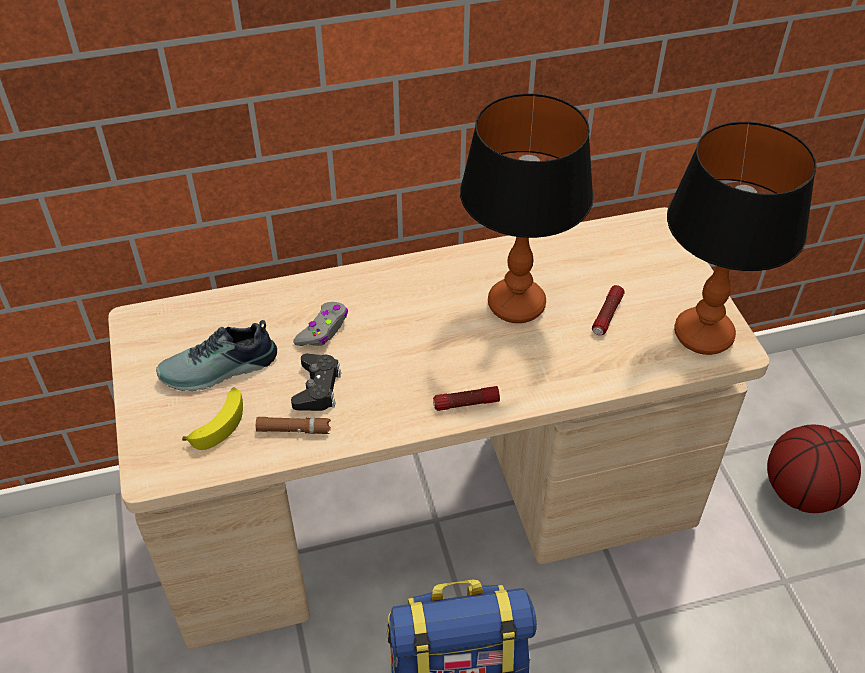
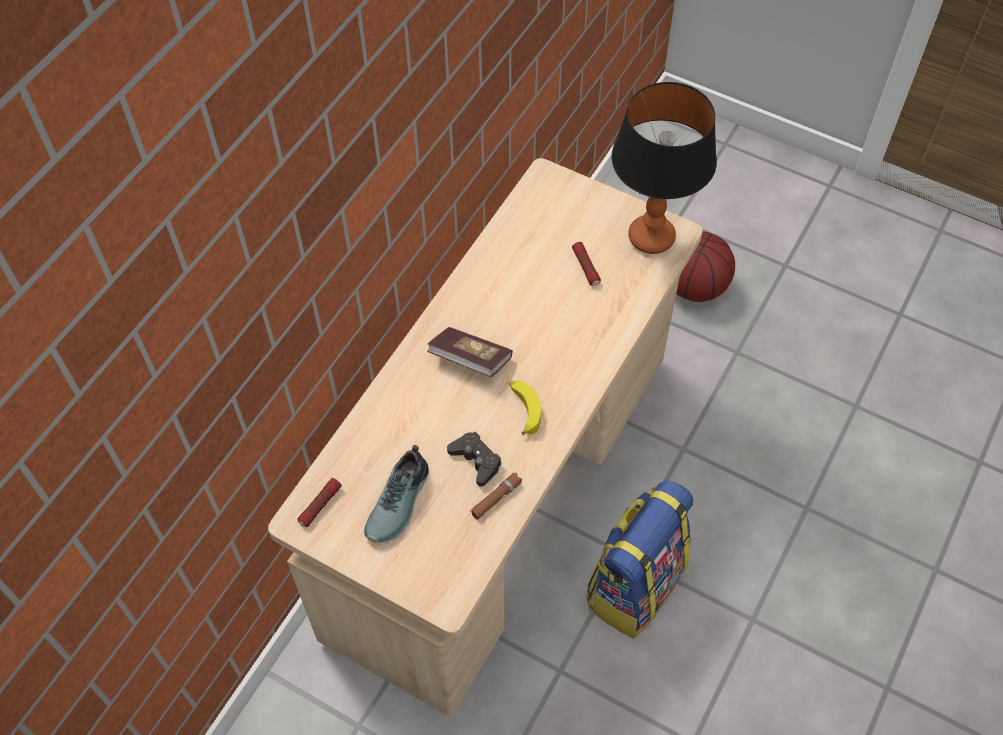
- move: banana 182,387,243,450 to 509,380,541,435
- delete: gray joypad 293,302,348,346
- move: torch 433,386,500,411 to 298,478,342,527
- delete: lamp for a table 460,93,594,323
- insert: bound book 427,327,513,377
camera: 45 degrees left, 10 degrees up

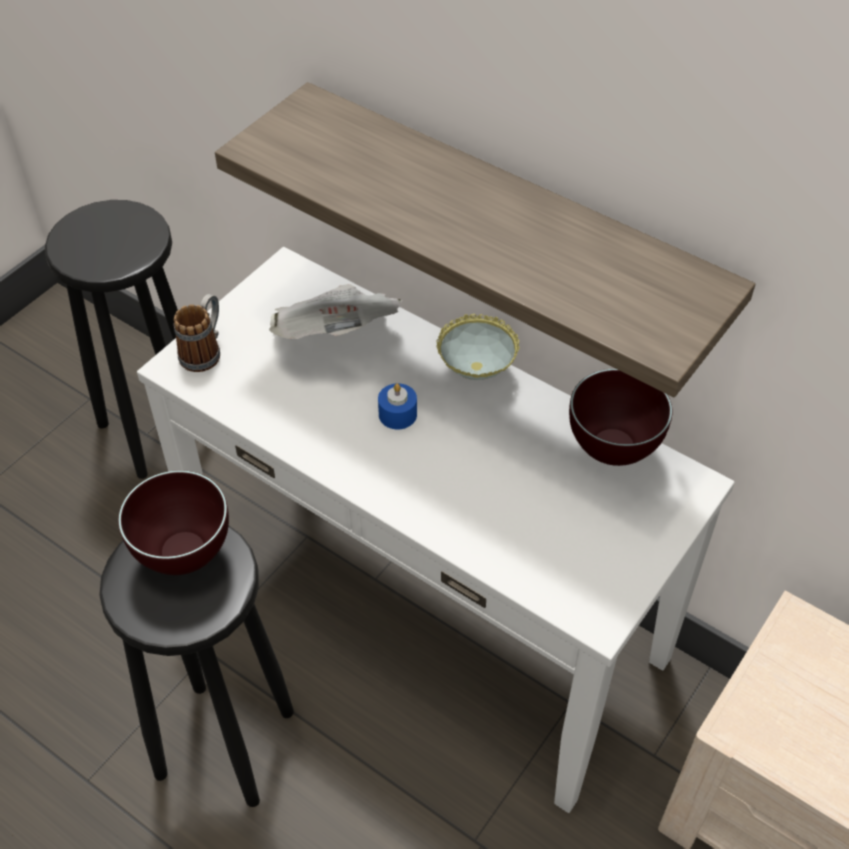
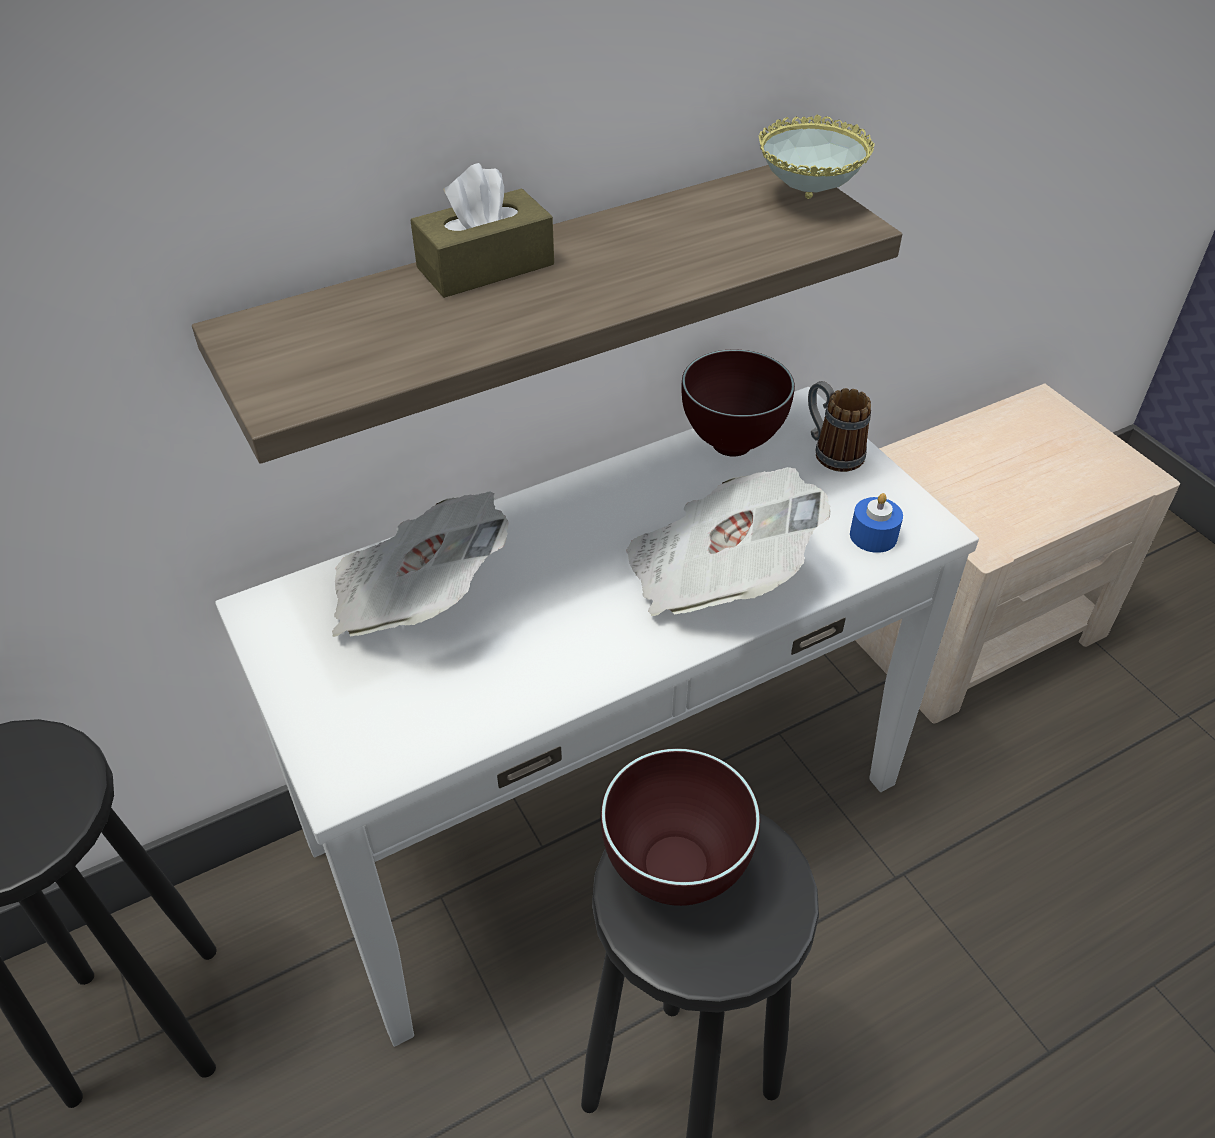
- move: tea mug 174,294,220,372 to 808,381,871,472
- move: bluish wax light 378,383,417,429 to 850,493,903,553
- move: deep dish 436,314,520,380 to 758,115,875,199
- insert: brown-coloured tissue holder 410,163,554,298
- insert: newspaper 626,467,830,616
camera: 65 degrees left, 5 degrees down

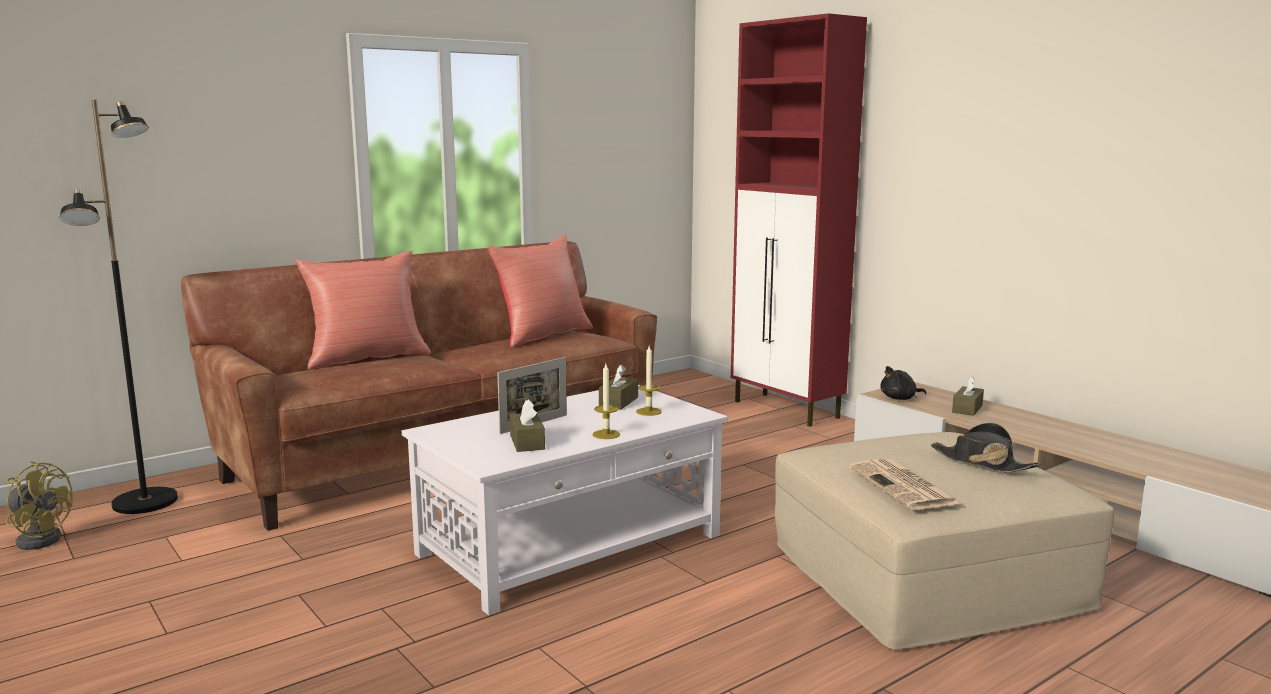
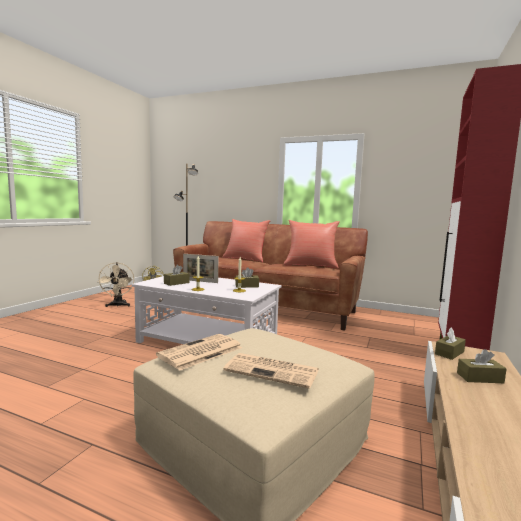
- replace: blackish cuddly toy 880,366,926,400 to brown-coloured tissue holder 435,327,466,360
- replace: blackish clothing hat 930,423,1041,473 to newspaper 223,353,319,389
- insert: beige fan 97,262,134,307
camera: 60 degrees right, 5 degrees down

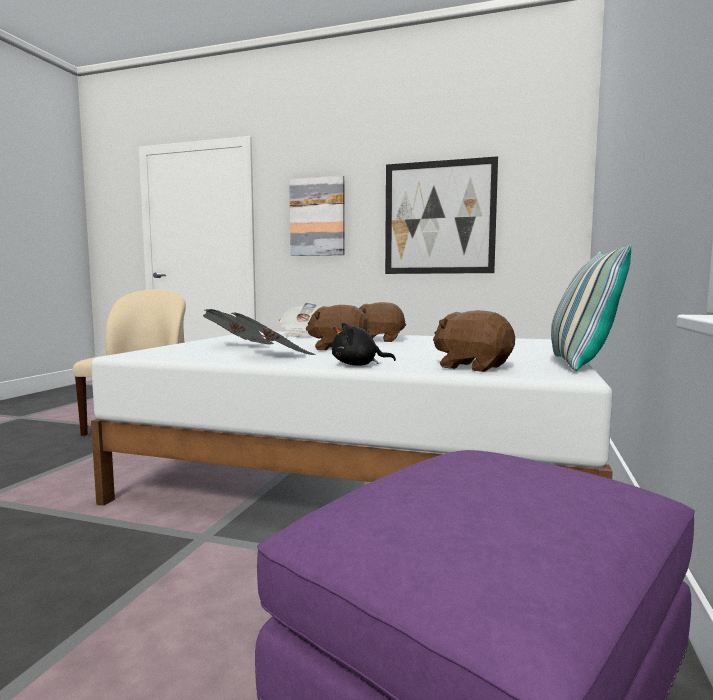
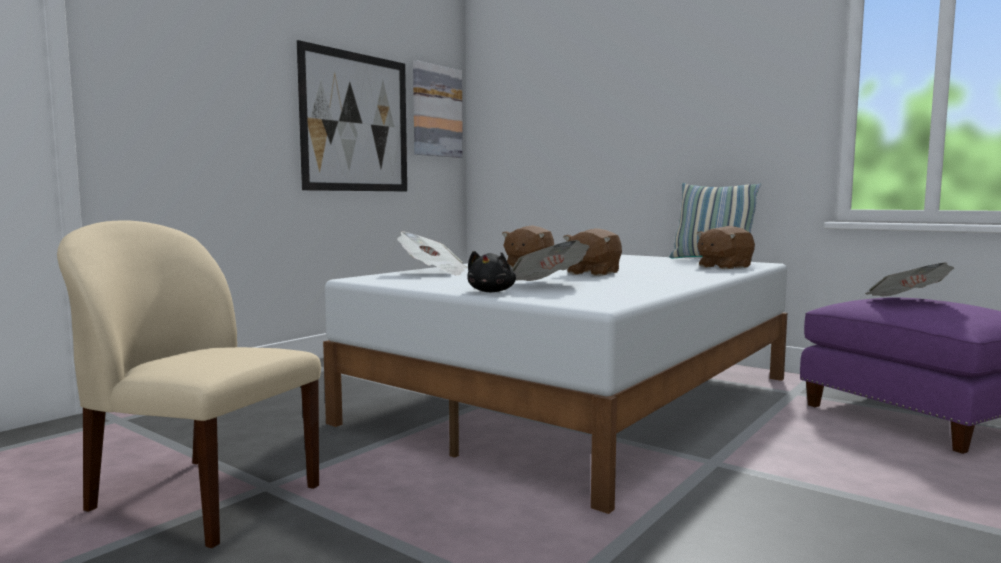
- move: newspaper 231,313,315,355 to 865,263,954,296
- move: wall art 289,175,345,256 to 413,60,463,158
- move: blackish cuddly toy 332,323,396,366 to 467,251,516,292
camera: 70 degrees left, 0 degrees up

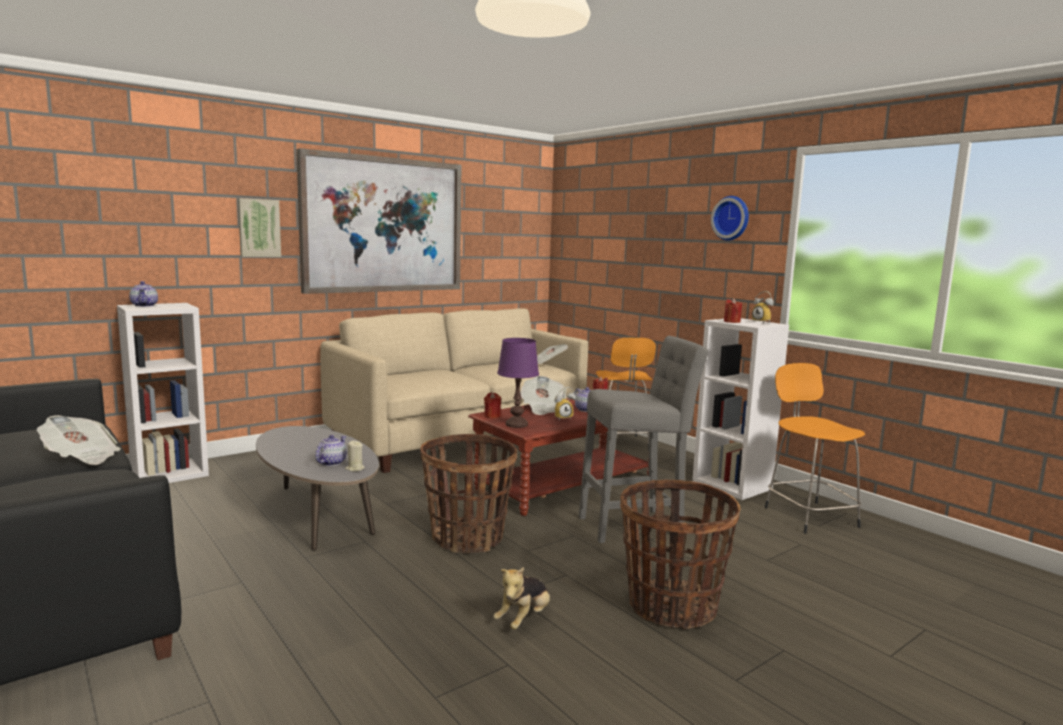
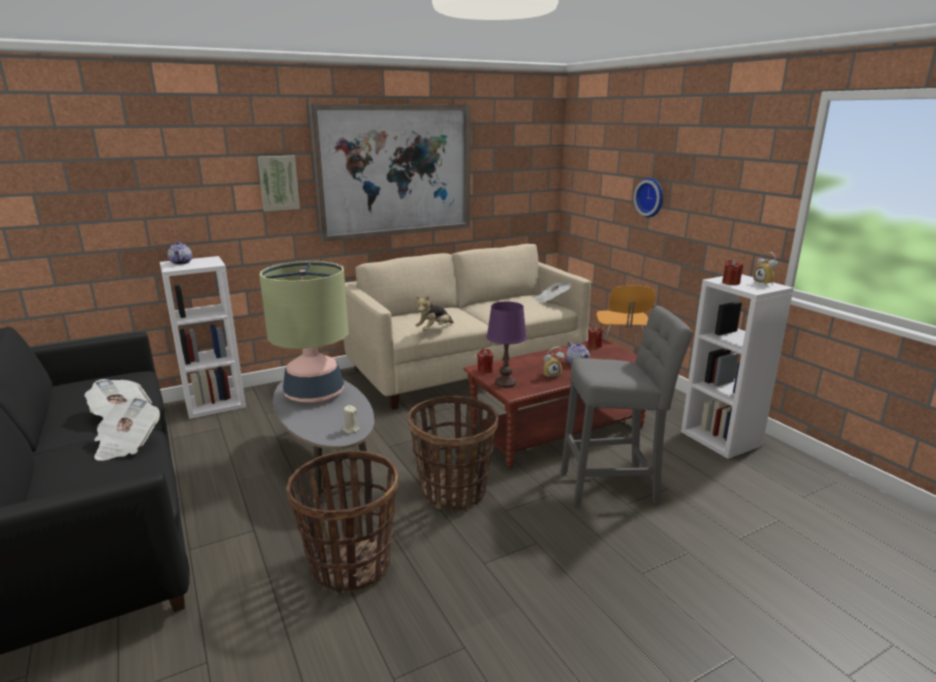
- delete: pot for tea 315,435,347,466
- move: cuddly toy 493,567,550,629 to 415,295,454,331
- move: newspaper 520,376,567,415 to 94,397,160,461
- move: storage basket 620,480,740,629 to 286,451,398,593
- move: hanging clock 711,196,749,241 to 634,178,663,218
- delete: orange stool 765,363,865,534
- insert: lamp for a table 259,261,349,403
camera: 10 degrees right, 10 degrees up

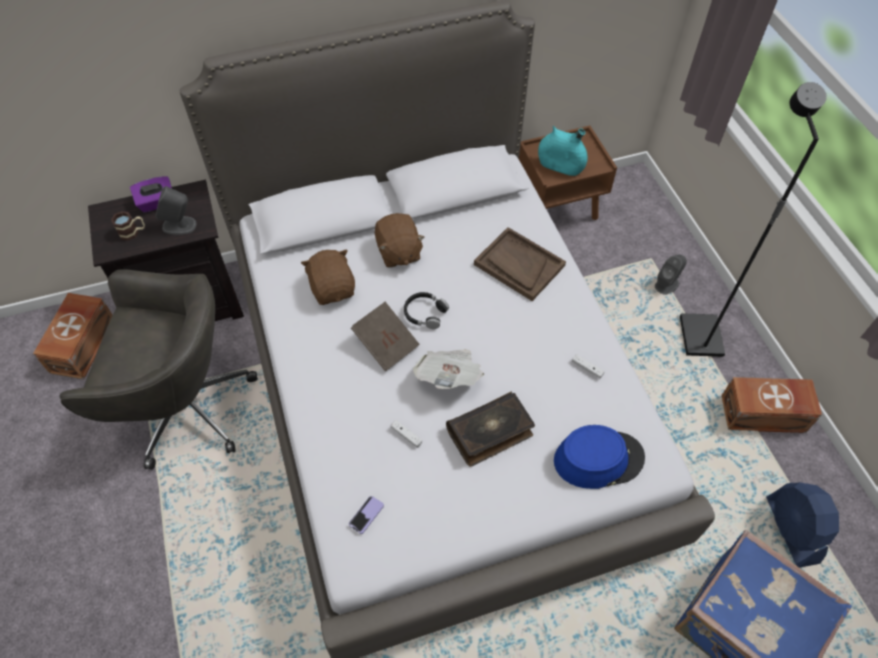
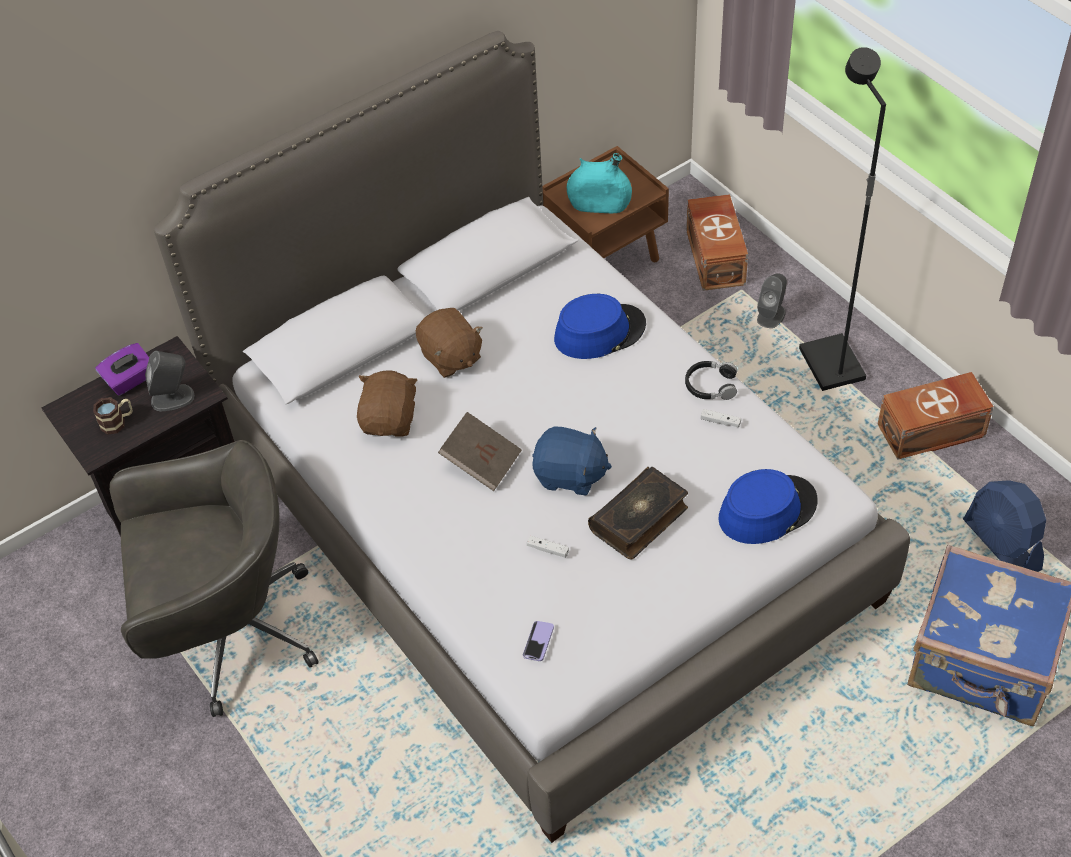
- move: brown-coloured storage container 33,293,112,379 to 686,194,748,291
- rotate: brown-coloured cuddly toy 301,249,355,305 = 357,370,417,437 45 degrees clockwise
- move: blackish headset 404,292,449,329 to 685,361,738,400
- replace: newspaper 413,349,484,389 to bluish cuddly toy 532,426,612,496
- replace: brown-coloured tray 474,227,566,301 to bluish clothing hat 554,294,646,359
camera: 15 degrees left, 5 degrees down

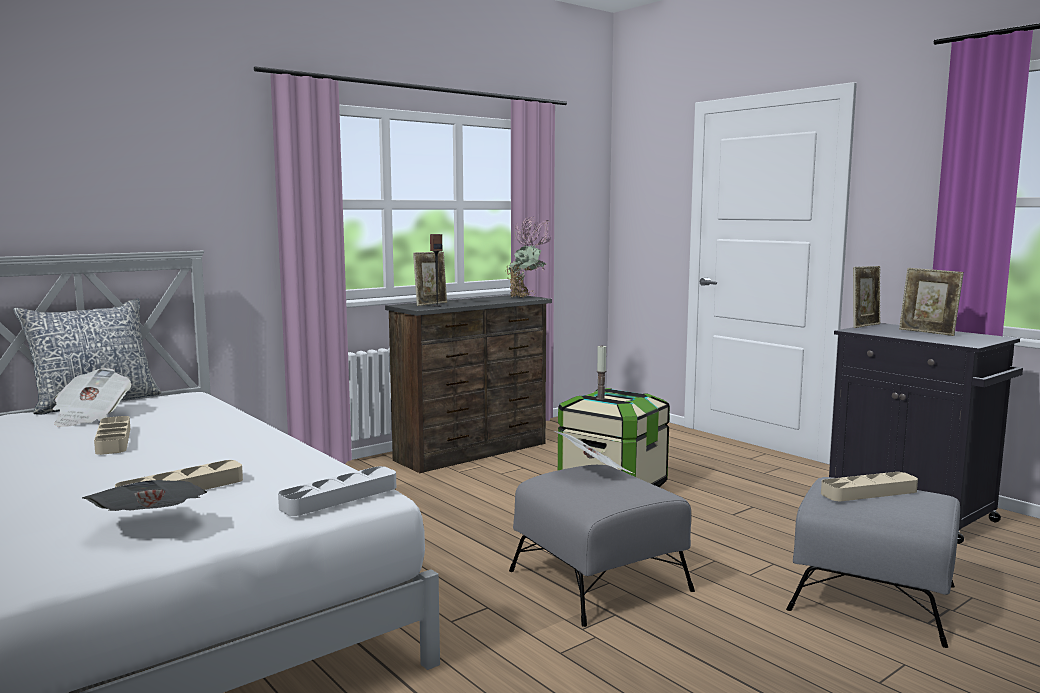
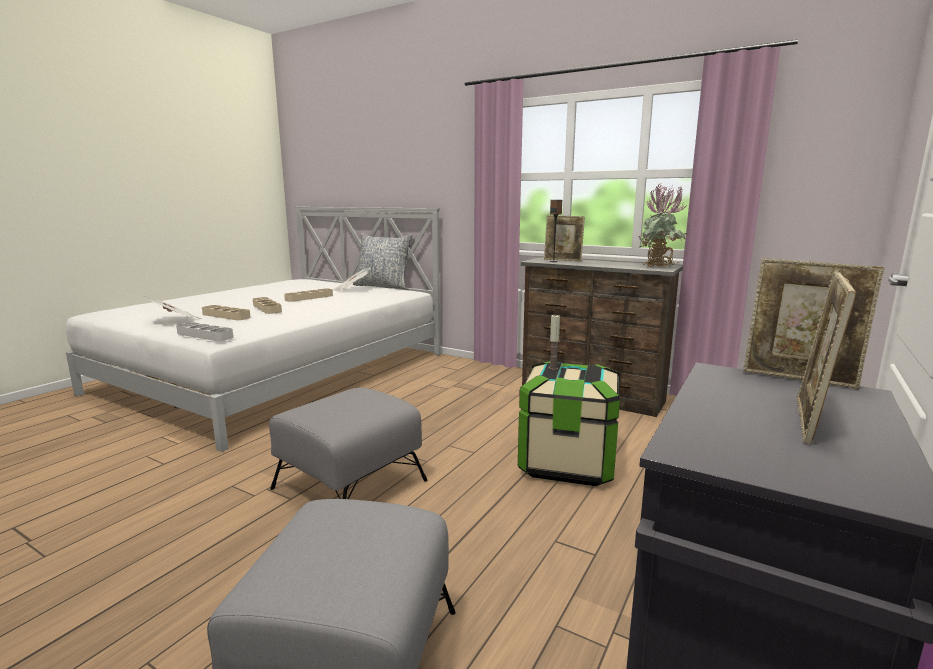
- delete: newspaper 554,431,633,473
- move: beige tray 821,472,918,501 to 253,297,282,314
camera: 70 degrees right, 5 degrees up

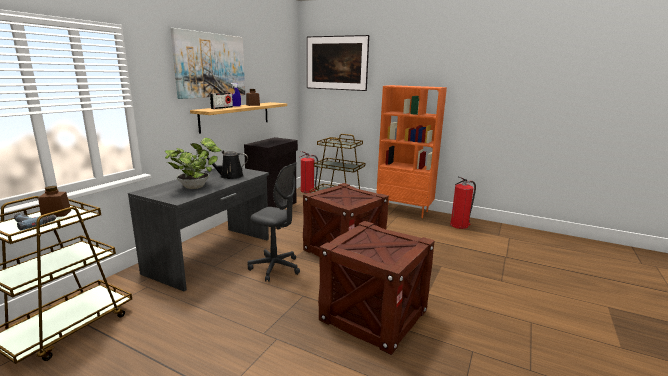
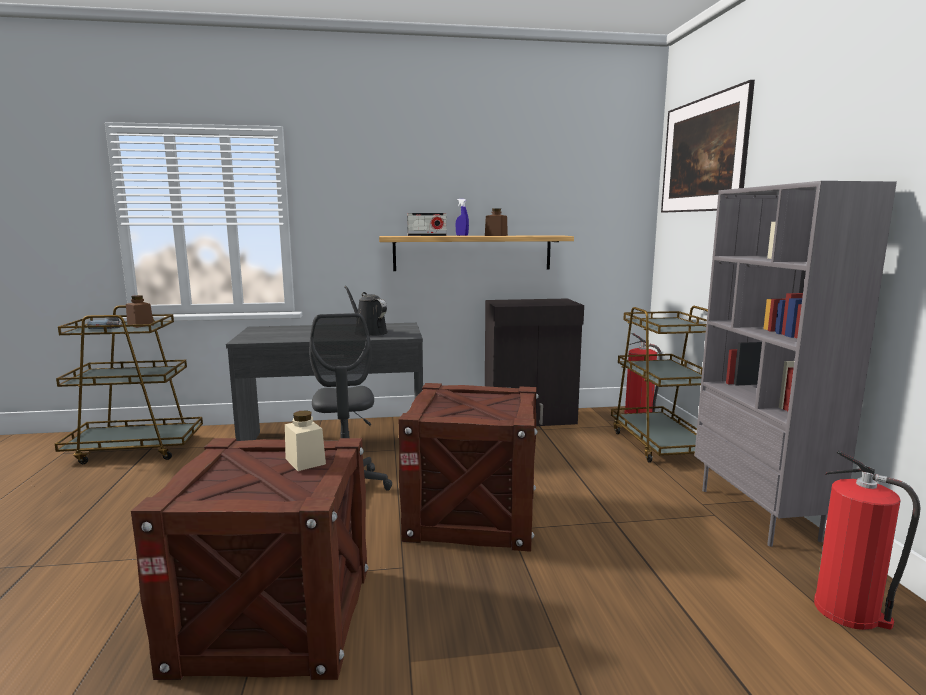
- delete: houseplant 165,138,222,189
- delete: wall art 170,28,245,99
- recolor: orange bookshelf 376,85,447,218 to gray bookshelf 694,181,897,547
- insert: beige storage jar 285,410,326,471
camera: 55 degrees right, 5 degrees down

